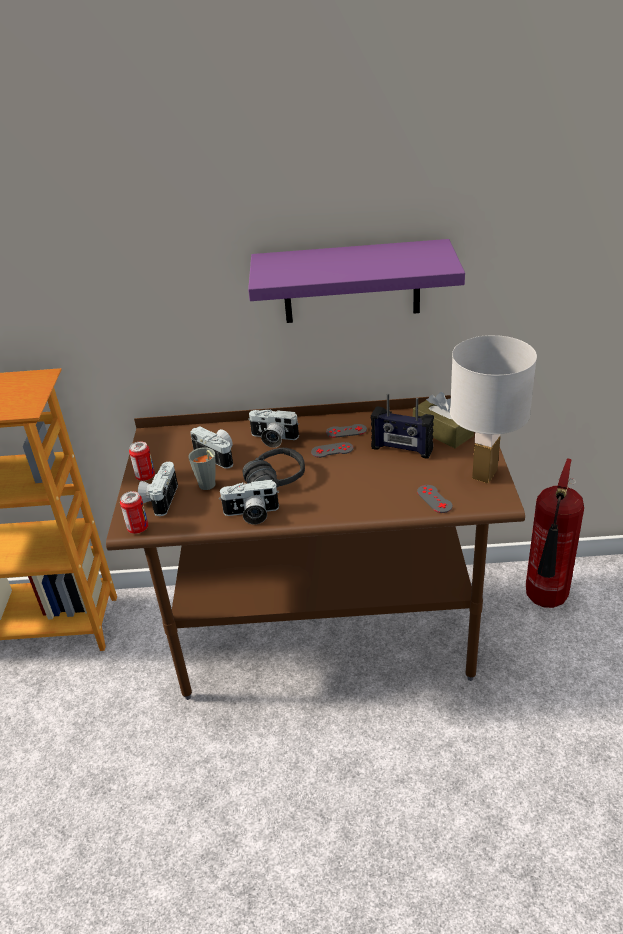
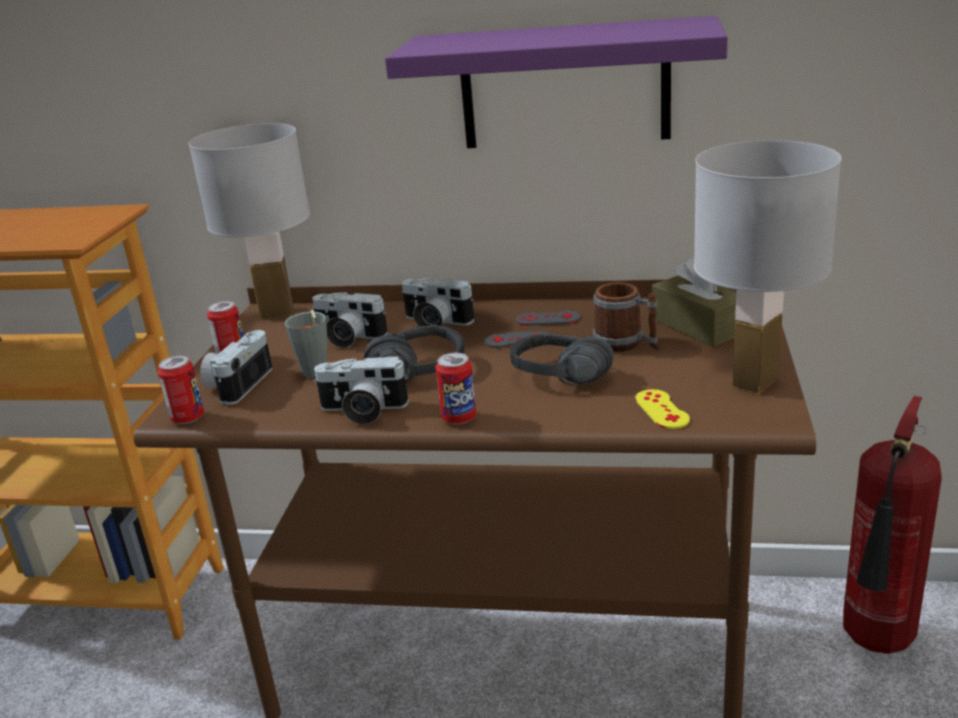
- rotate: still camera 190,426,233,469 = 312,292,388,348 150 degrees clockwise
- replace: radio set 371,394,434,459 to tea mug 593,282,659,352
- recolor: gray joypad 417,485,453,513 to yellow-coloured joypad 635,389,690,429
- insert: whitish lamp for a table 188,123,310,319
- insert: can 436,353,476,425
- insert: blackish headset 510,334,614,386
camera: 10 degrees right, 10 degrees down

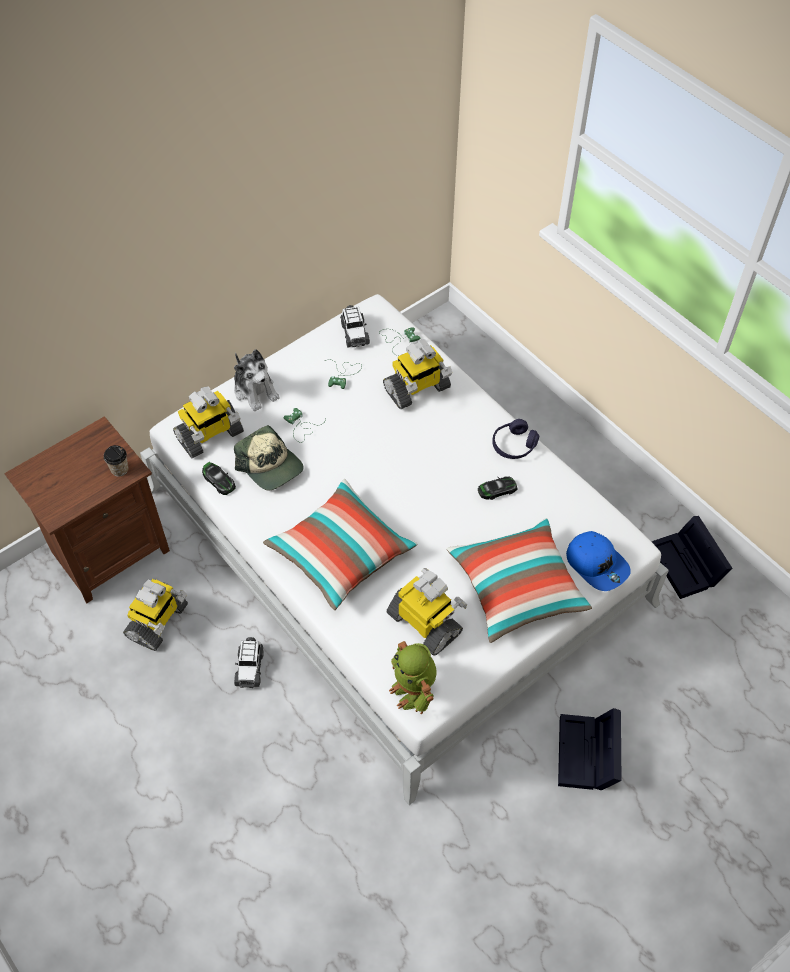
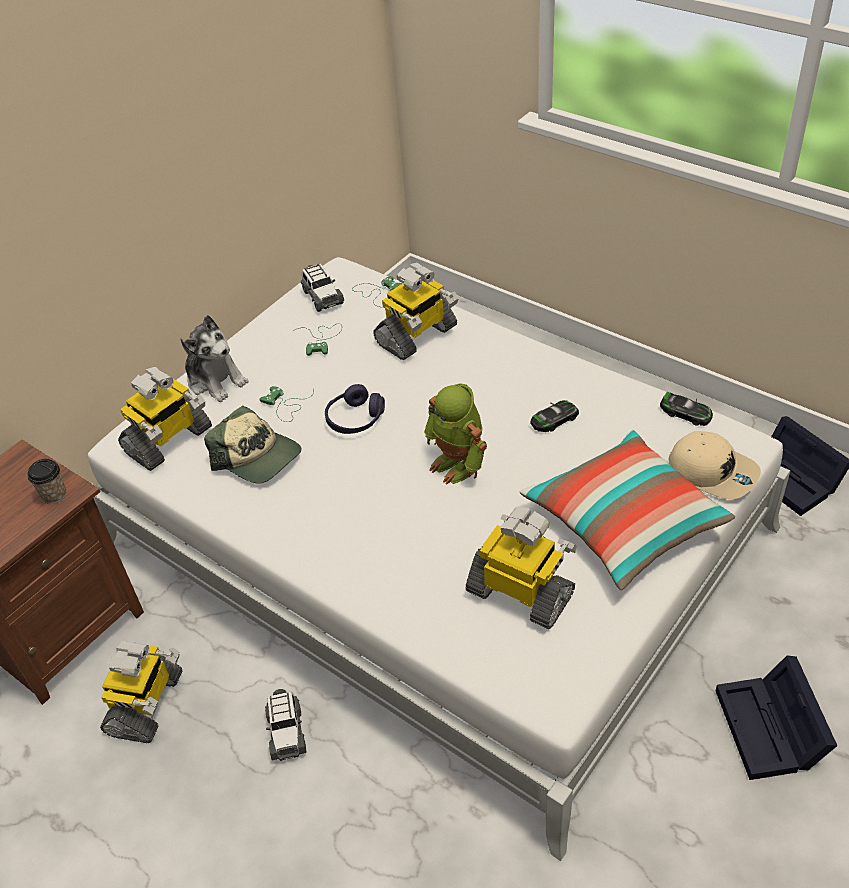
- move: miniature car 202,462,236,495 to 660,392,713,426
- delete: pillow 263,479,417,610
- move: model robot 389,641,437,714 to 424,383,487,485
- move: purple-coloured headset 492,419,539,459 to 325,384,385,434
- recolor: bluish cap 566,531,631,591 to beige cap 669,431,761,499
camera: 10 degrees left, 10 degrees down

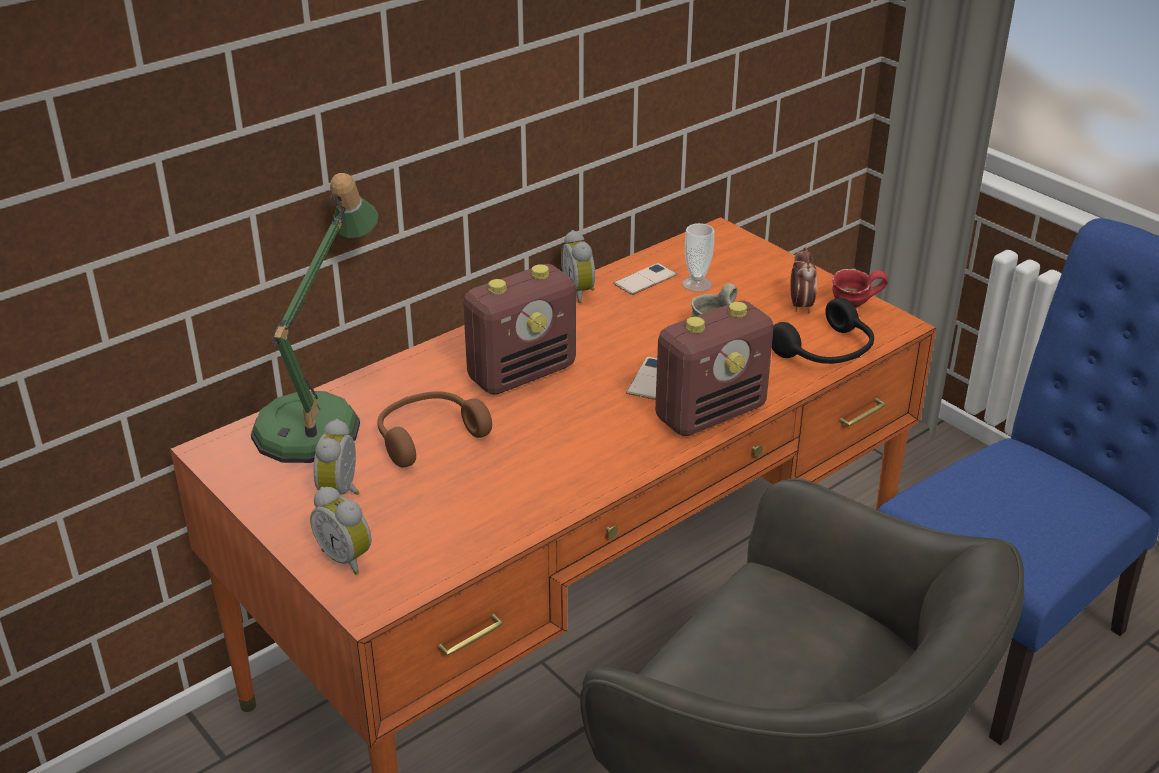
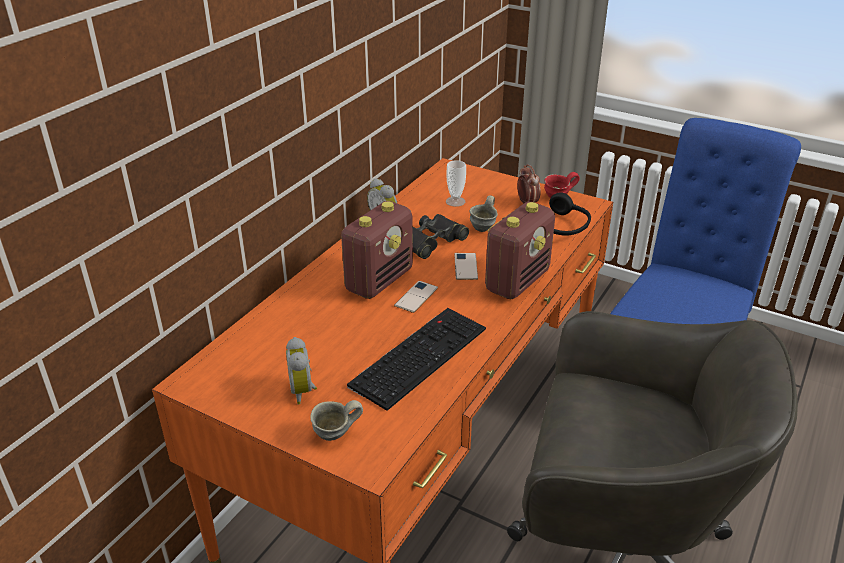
- delete: lamp for a table 251,173,378,463
- replace: bedside clock 310,487,372,575 to gray tea mug 310,400,363,441
- delete: brown-coloured headset 377,391,492,467
- move: telephone 614,263,677,295 to 394,281,438,313
- insert: PC keyboard 347,308,486,411
- insert: blackish pair of binoculars 412,214,469,259
camera: 20 degrees left, 0 degrees up

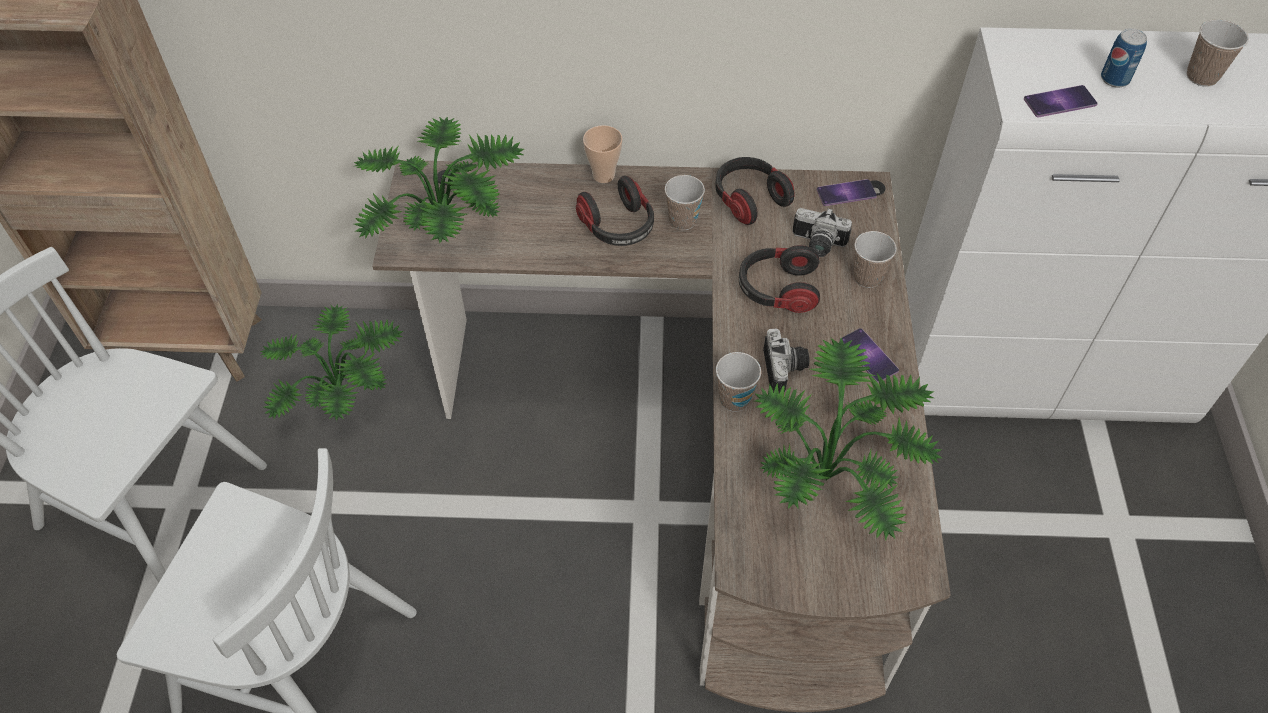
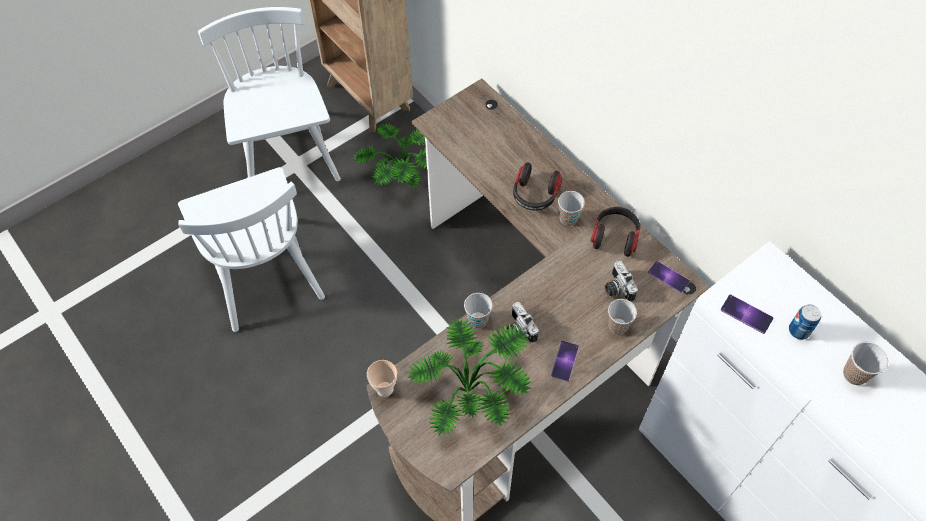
- delete: houseplant 354,116,524,243
- move: drinking cup 583,125,623,183 to 367,360,397,397
- delete: headset 739,245,820,313
- rotate: still camera 763,329,809,393 = 507,302,539,343 105 degrees clockwise
camera: 50 degrees right, 5 degrees up

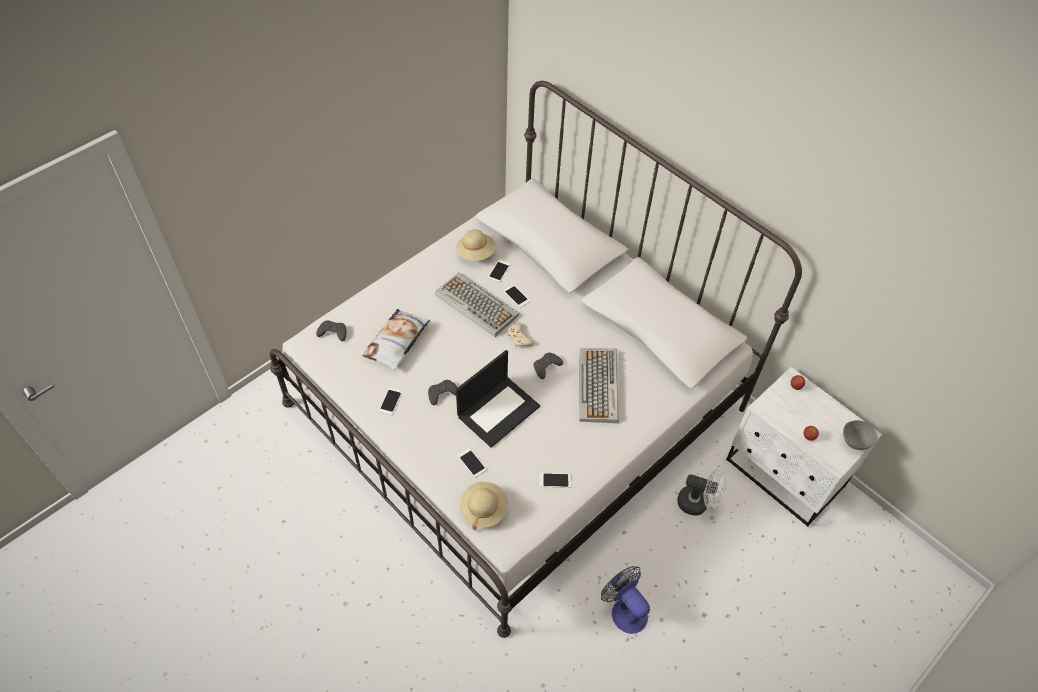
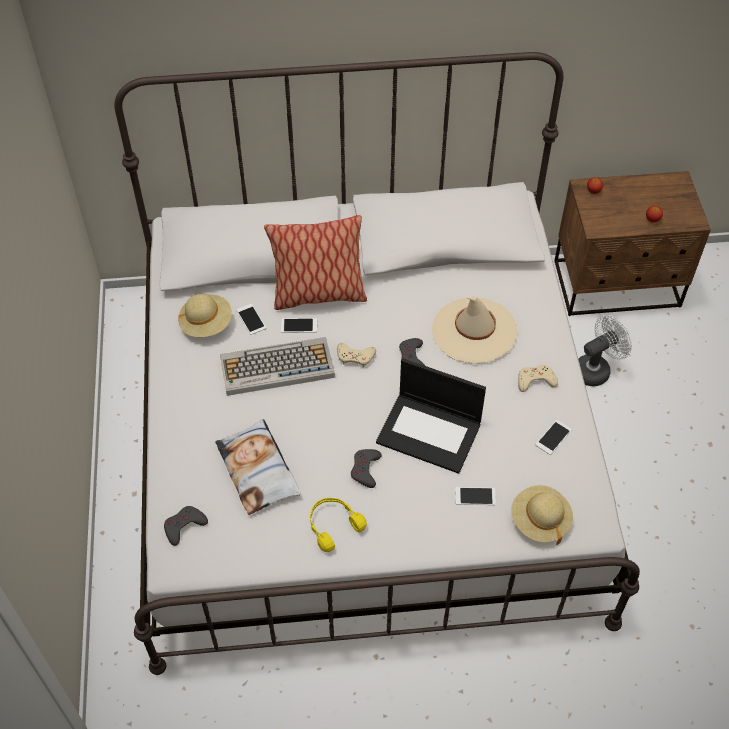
- replace: telephone 379,388,402,415 to yellow-coloured headset 310,498,367,552
- rotate: laptop 456,350,540,448 = 376,358,486,474 120 degrees clockwise
- replace: PC keyboard 580,348,619,423 to beige clothing hat 432,296,517,364
- delete: fan 601,566,650,634
- recolor: whitish night table 726,367,882,527 to brown-coloured night table 554,171,711,316
- delete: gray deep dish 843,420,877,450
- insert: pillow 264,215,367,310
- insert: beige joypad 518,365,558,392
camera: 50 degrees left, 0 degrees up

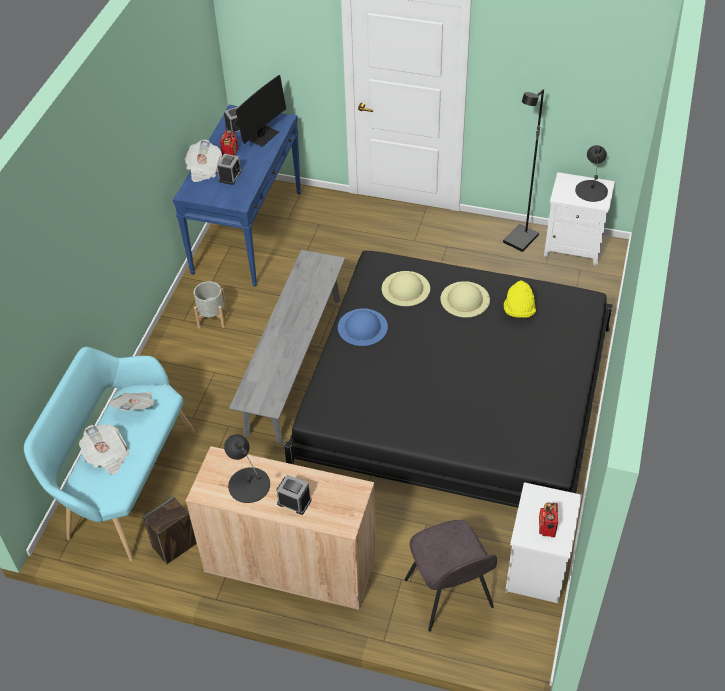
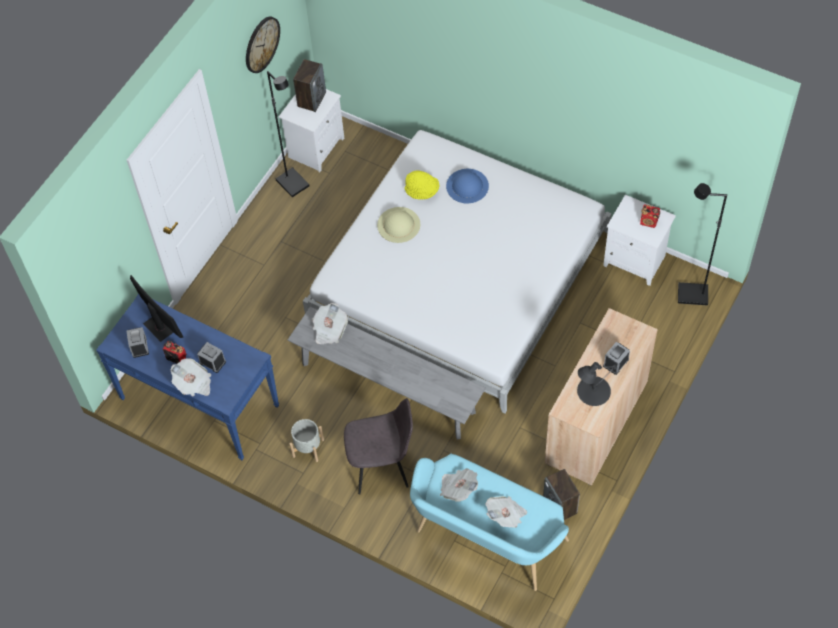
- recolor: blackish bedroom bed 284,251,613,508 to whitish bedroom bed 303,130,612,414
- move: bluish clothing hat 338,309,388,346 to 446,169,489,203
- delete: beige clothing hat 382,271,430,306
- move: gray upright chair 405,520,497,632 to 344,398,413,494
- replace: blackish lamp for a table 575,145,608,202 to audio speaker 293,59,326,112
- insert: hanging clock 246,17,280,73
- insert: newspaper 312,303,348,344
- insert: blackish floor lamp 678,183,727,305
camera: 75 degrees left, 10 degrees up

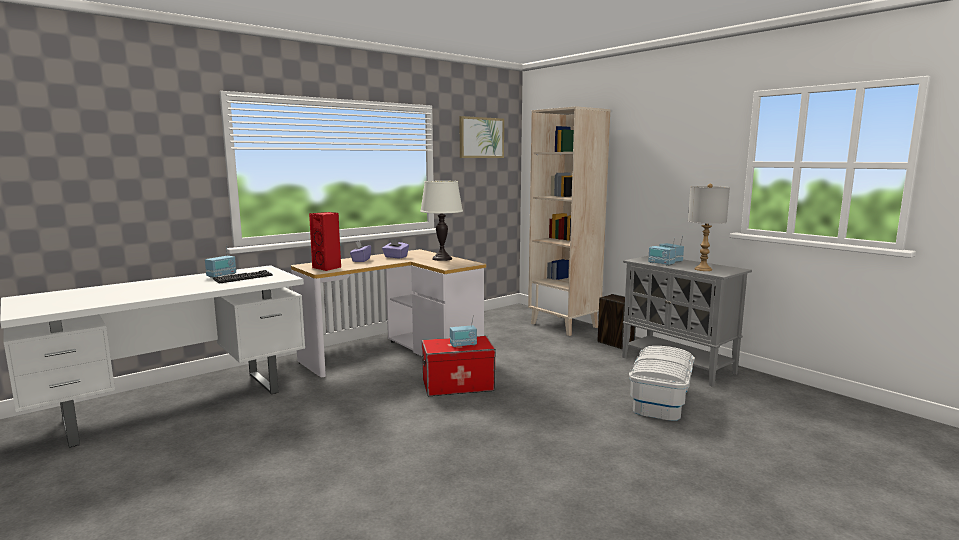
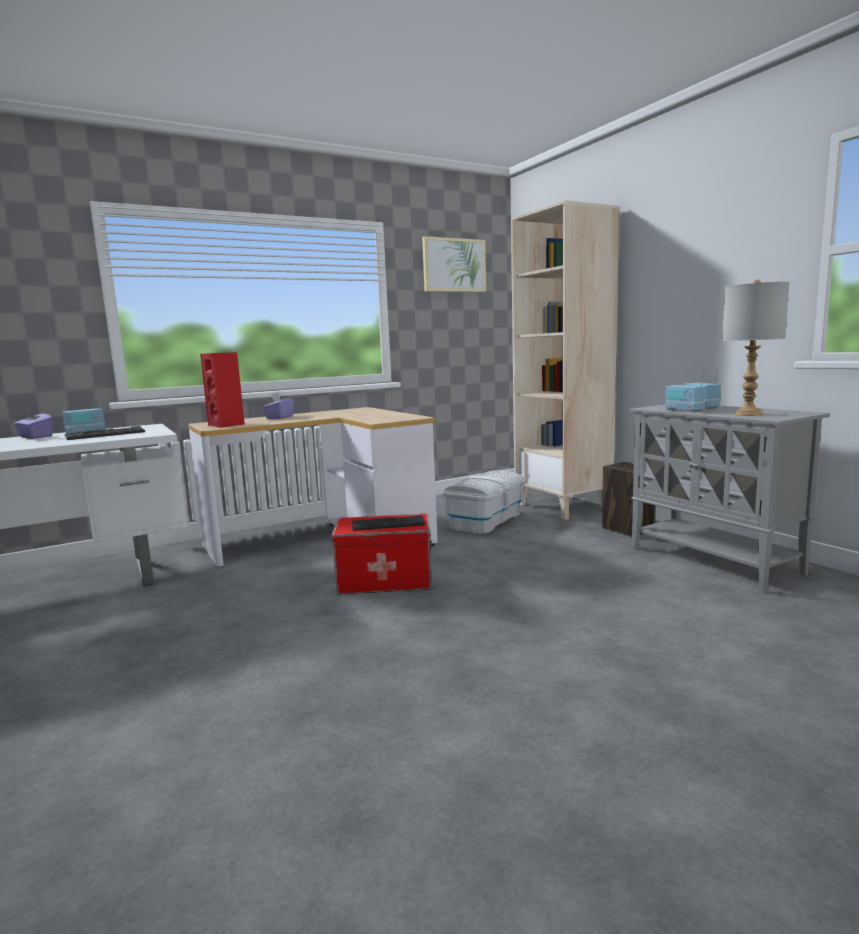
- move: purple-coloured tissue holder 382,239,409,258 to 14,409,53,439
- delete: whitish lamp for a table 420,181,463,261
- replace: radio set 450,315,477,347 to PC keyboard 352,515,425,531
- move: whitish storage container 629,346,695,421 to 442,470,526,534
camera: 10 degrees right, 0 degrees up

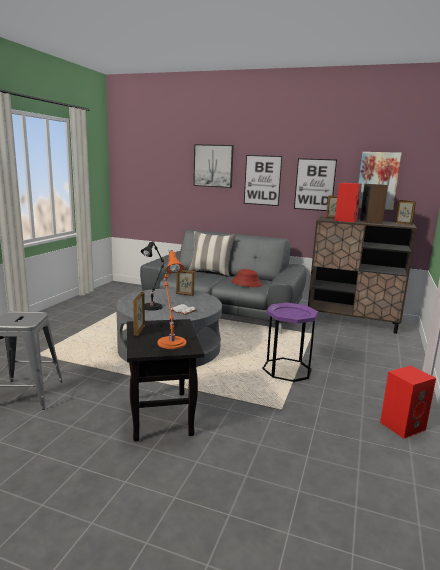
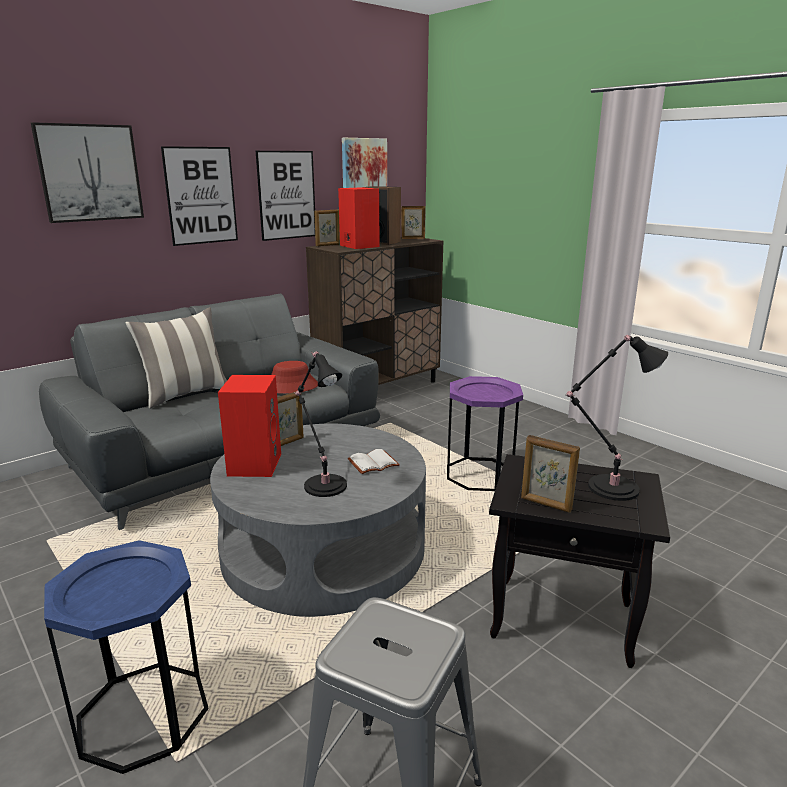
- recolor: orange lamp for a table 157,250,187,349 to blackish lamp for a table 567,335,668,501
- move: red audio speaker 380,365,436,439 to 218,375,281,477
- insert: bluish accent table 44,540,209,774
camera: 60 degrees left, 5 degrees up

